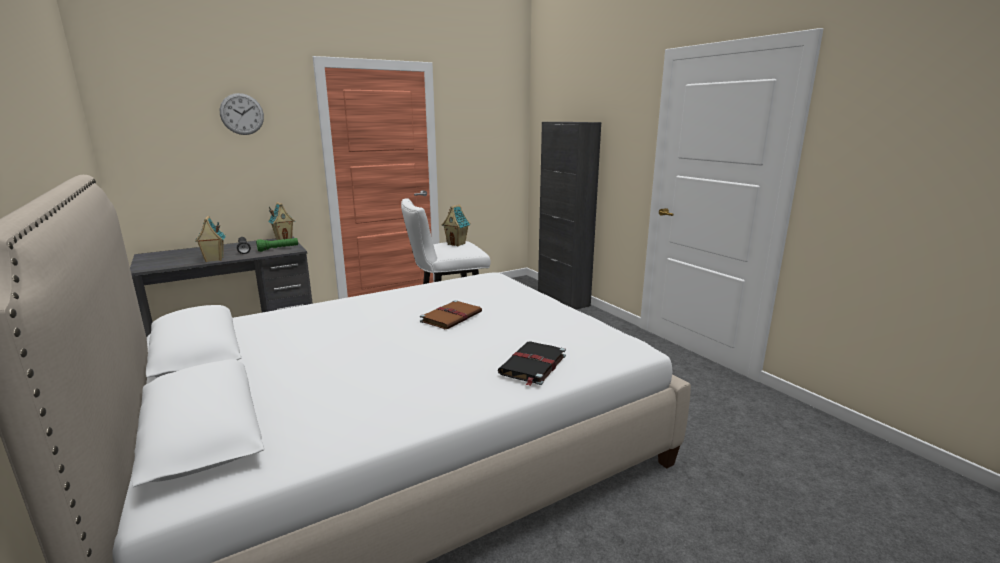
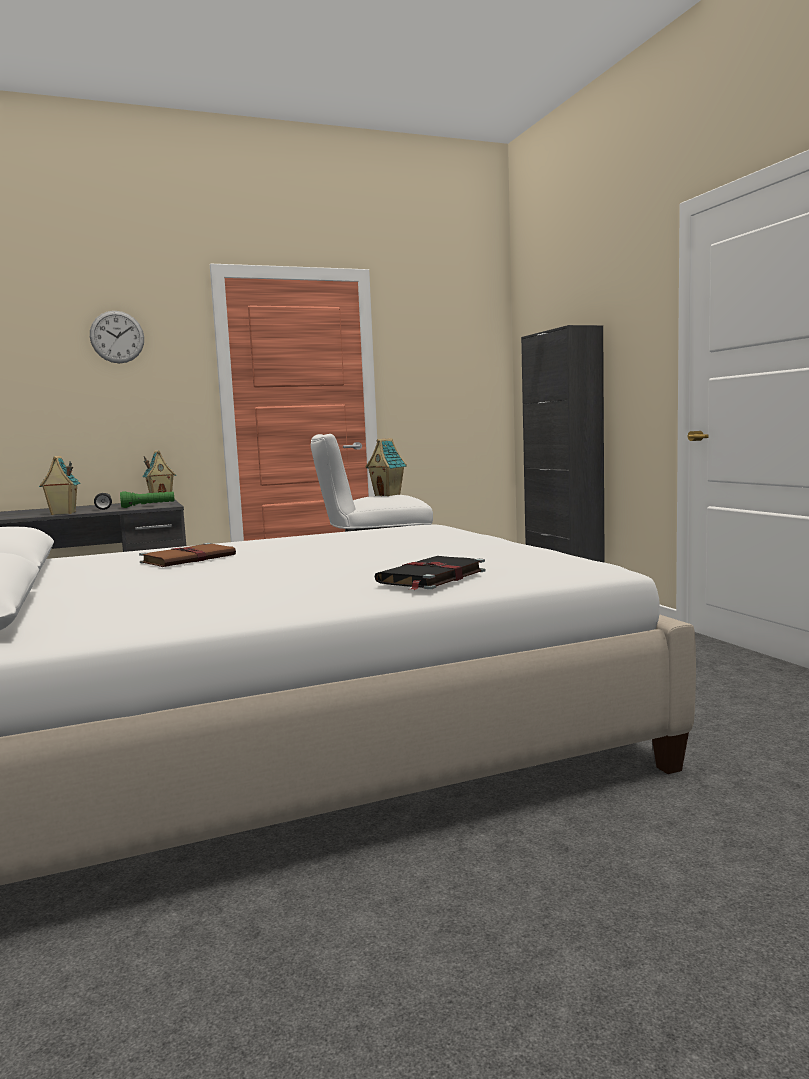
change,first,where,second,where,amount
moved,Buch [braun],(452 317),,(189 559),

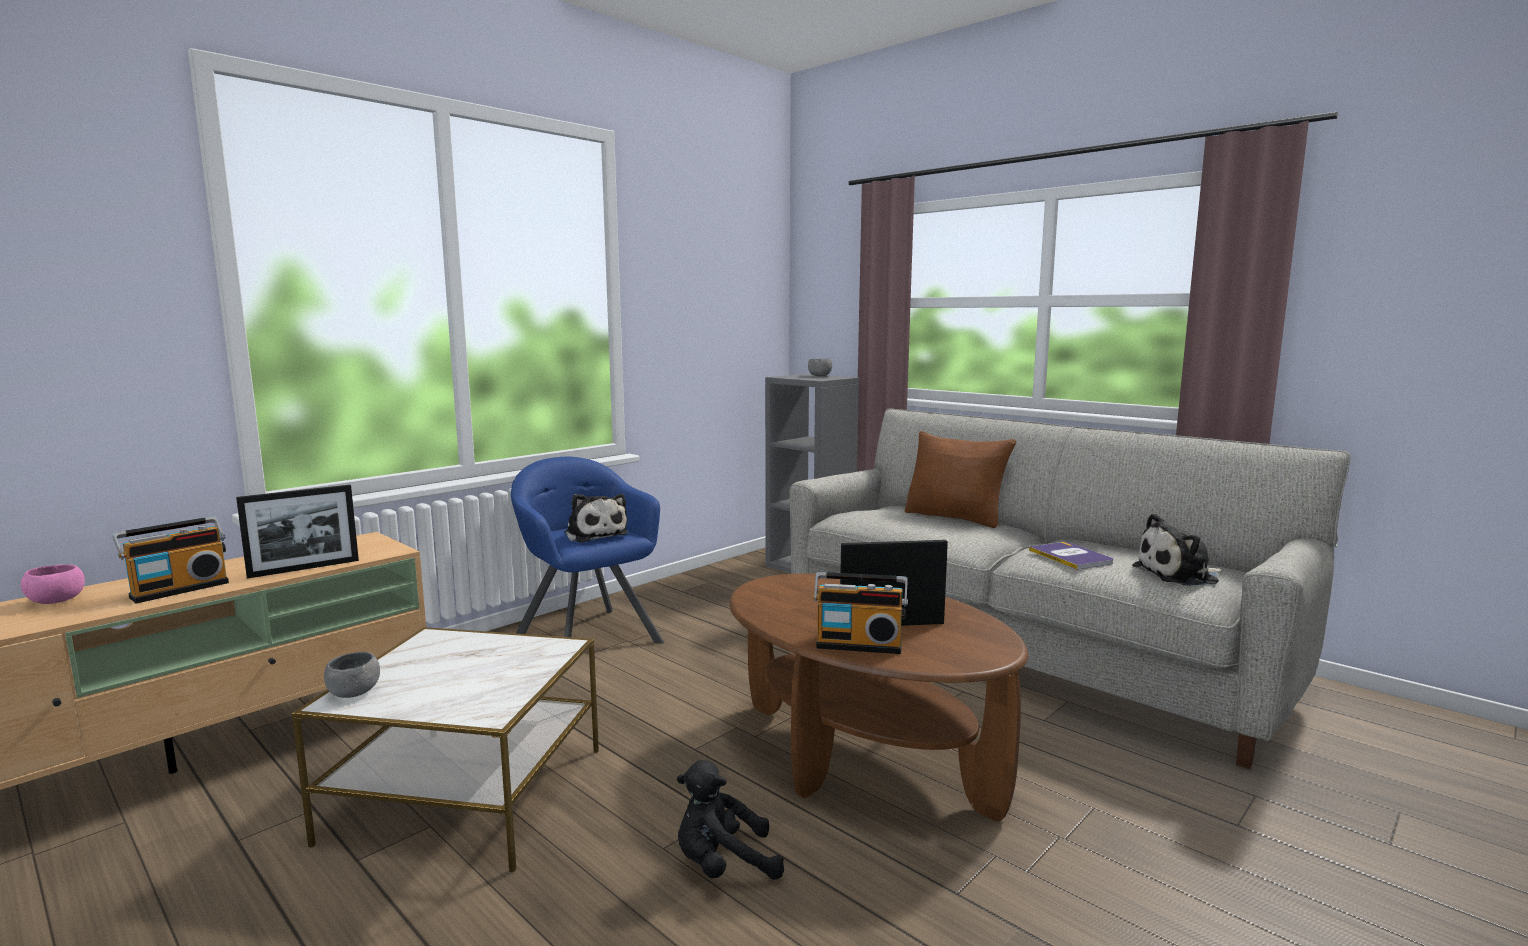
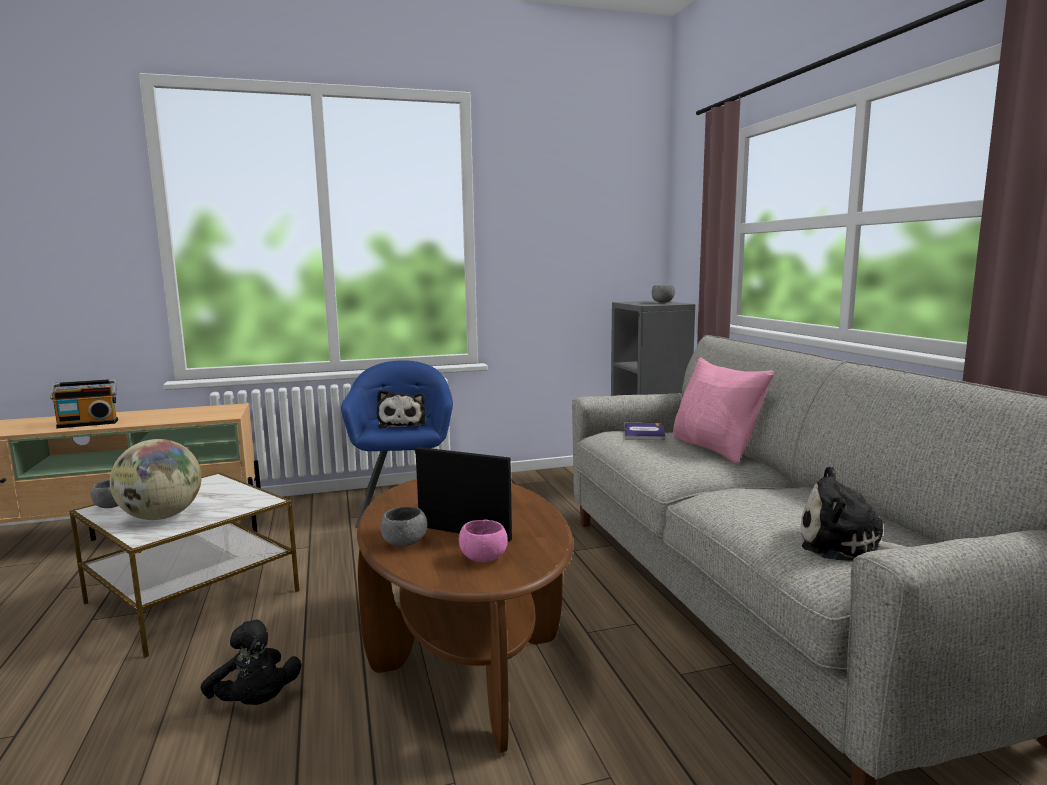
change,first,where,second,where,amount
moved,Schüssel [rosa],(57 601),,(483 558),
removed,Bilderrahmen,(304 568),,,
turned,Plüschtier [schwarz],(723 865),,(255 703),150 degrees counterclockwise
replaced,Radio,(859 644),Schüssel [grau],(404 543),
recoloured,Kissen [braun],(955 518),Kissen [rosa],(715 449),
moved,Buch,(1071 557),,(644 432),
added,,,Globus,(161 517),

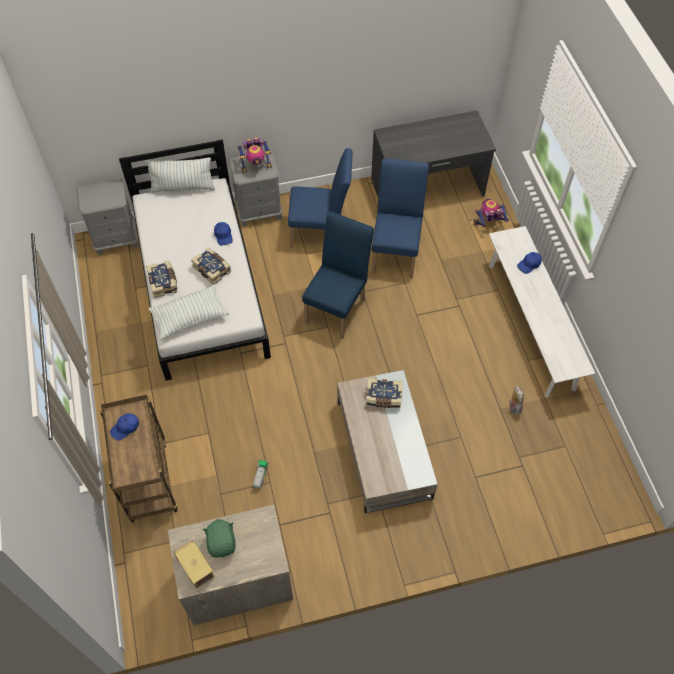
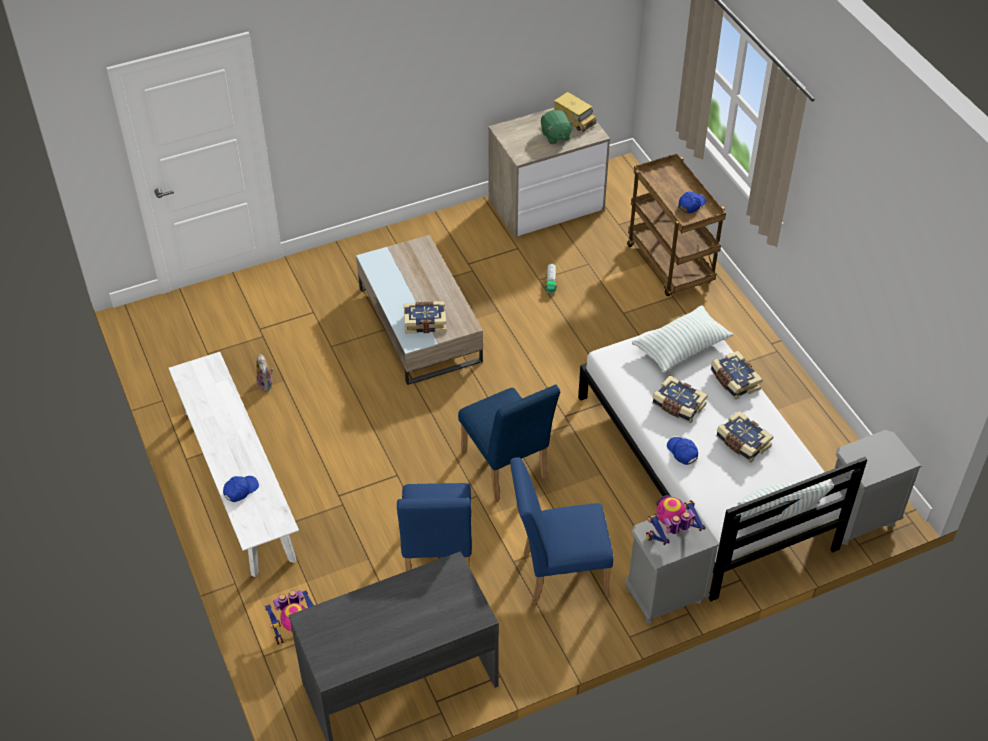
change,first,where,second,where,amount
turned,Stuhl [blau],(338 307),,(506 470),45 degrees counterclockwise
added,,,Buch,(742 443),

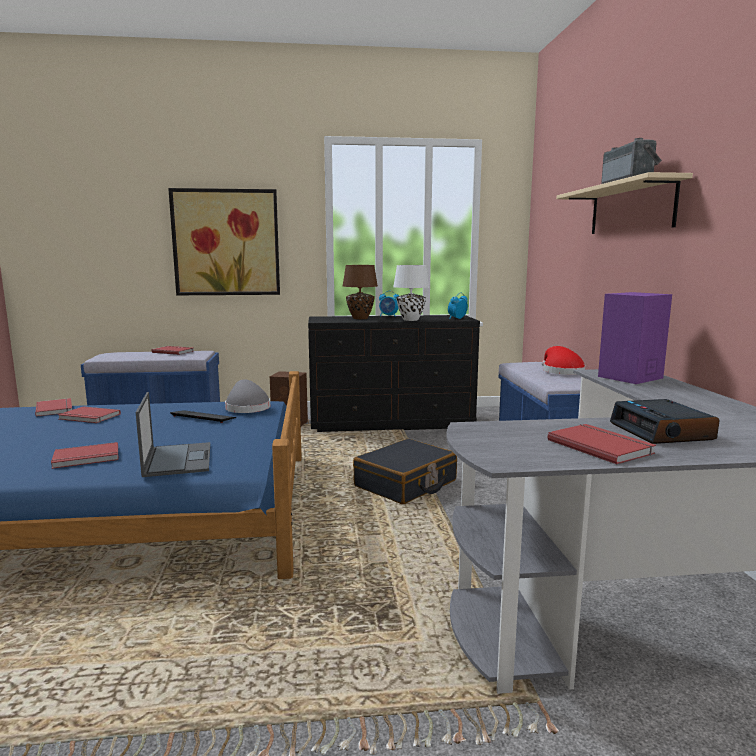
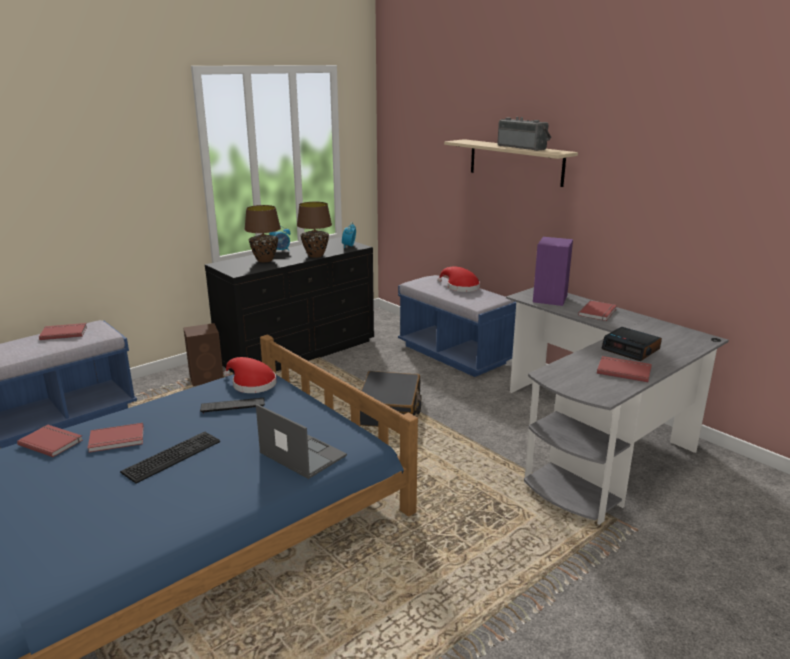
change,first,where,second,where,amount
moved,Buch [rot],(87 458),,(599 312),
removed,Bild,(226 243),,,
recoloured,Hut [grau],(247 408),Hut [rot],(251 384),
recoloured,Tischlampe [weiß],(411 320),Tischlampe [braun],(316 255),
added,,,Tastatur,(170 456),

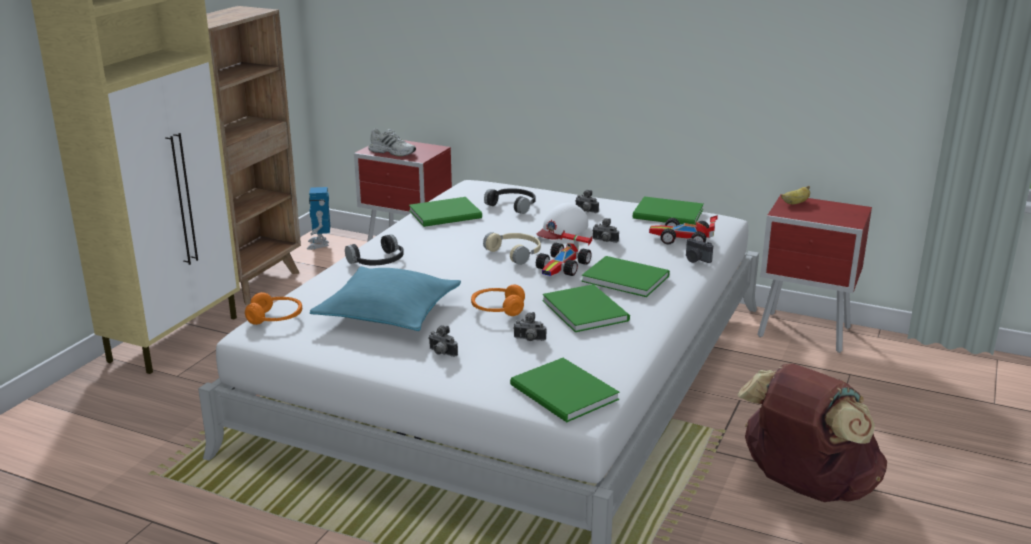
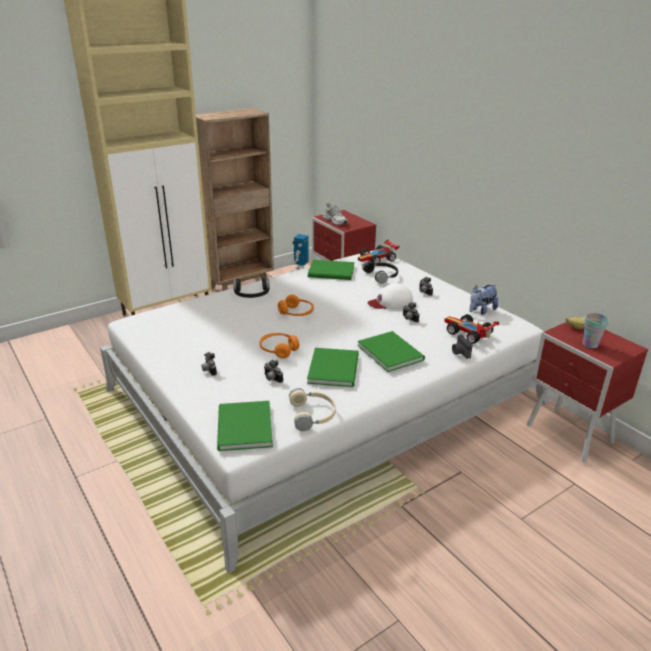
change,first,where,second,where,amount
moved,Kopfhörer [orange],(275 318),,(296 313),
removed,Kissen [türkis],(388 313),,,
moved,Kopfhörer [beige],(516 253),,(313 415),
moved,Spielzeugauto,(564 266),,(377 259),
replaced,Buch [grün],(669 215),Plüschtier,(481 311),
removed,Rucksack [braun],(805 487),,,
added,,,Tasse,(590 344),

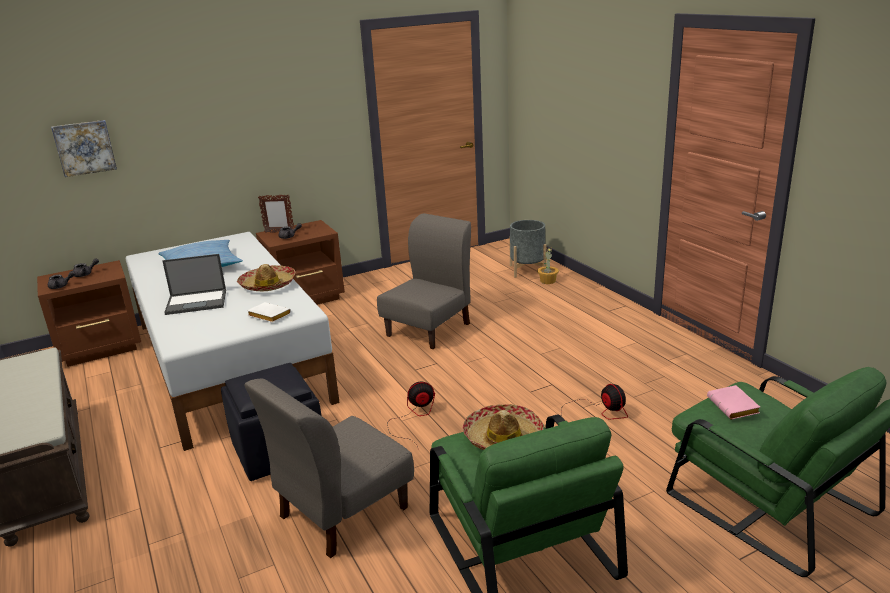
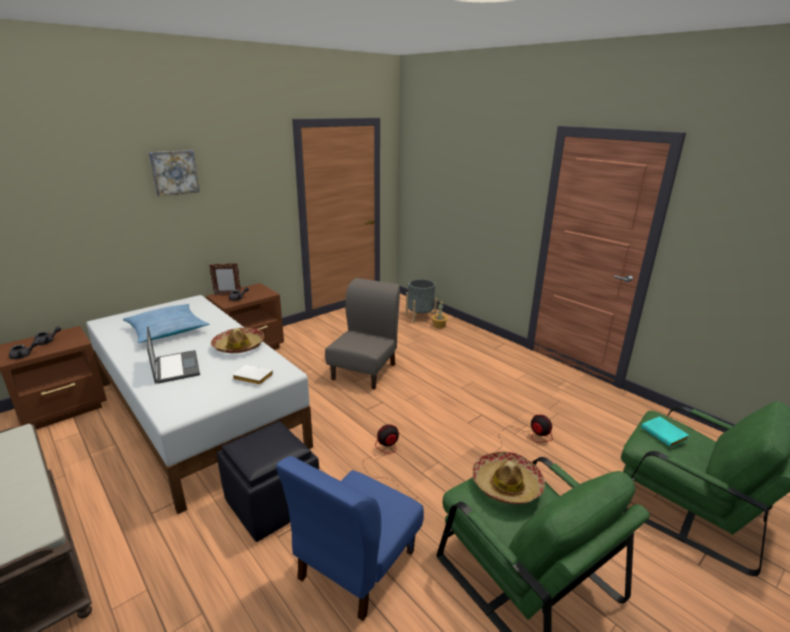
change,first,where,second,where,amount
moved,Bild,(84 147),,(174 172),
turned,Laptop,(197 302),,(176 367),90 degrees counterclockwise
recoloured,Stuhl [grau],(342 512),Stuhl [blau],(356 564),
recoloured,Buch [rosa],(734 407),Buch [türkis],(665 435),

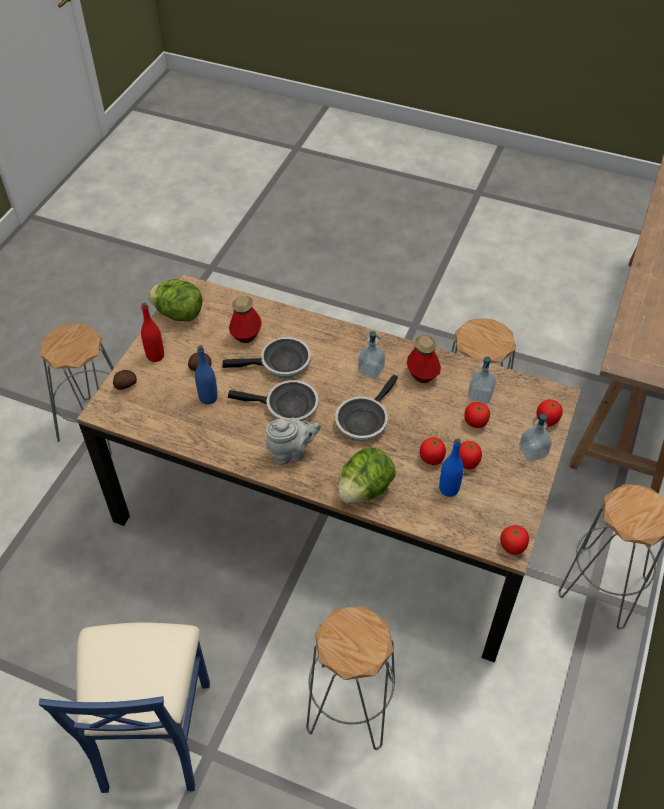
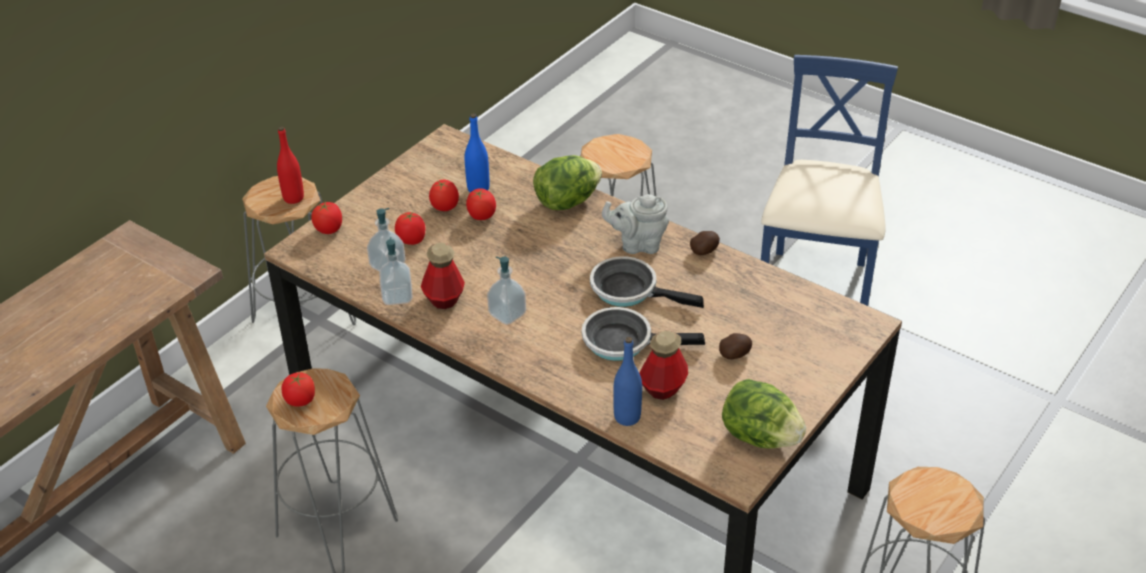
change,first,where,second,where,amount
moved,Kartoffel,(125 385),,(704 251),
moved,Flasche [rot],(155 356),,(293 198),
moved,Flasche [blau],(208 398),,(627 417),
removed,Pfanne,(363 420),,,
moved,Tomate,(512 546),,(300 401),
moved,Seifenspender,(533 452),,(397 296),

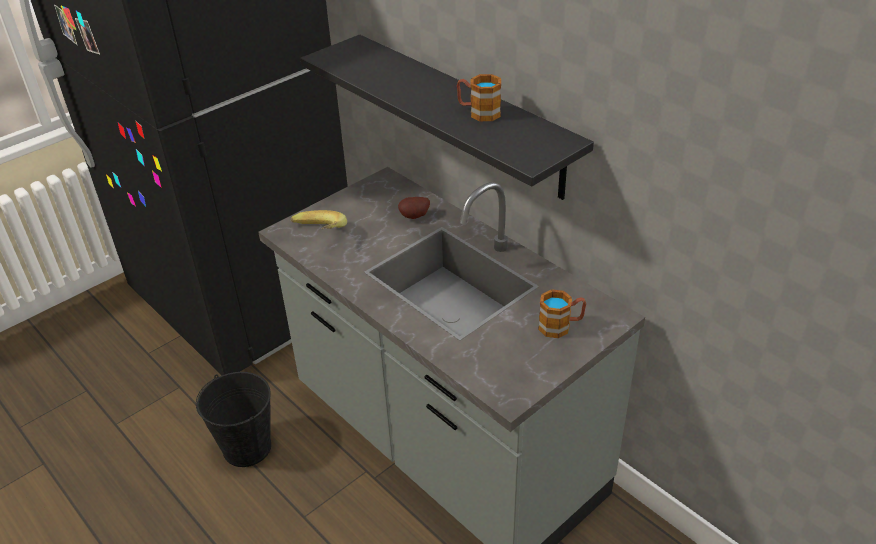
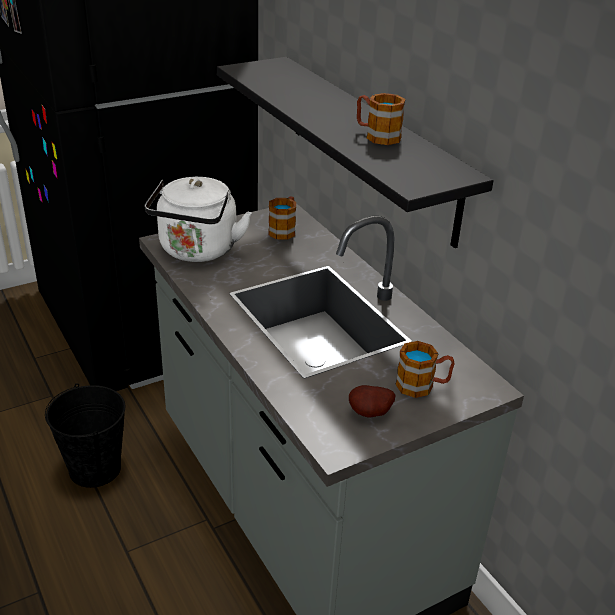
change,first,where,second,where,amount
replaced,Banane,(318 235),Wasserkessel [weiß],(197 251),
moved,Kartoffel,(415 217),,(371 414),
added,,,Henkelbecher,(284 229),

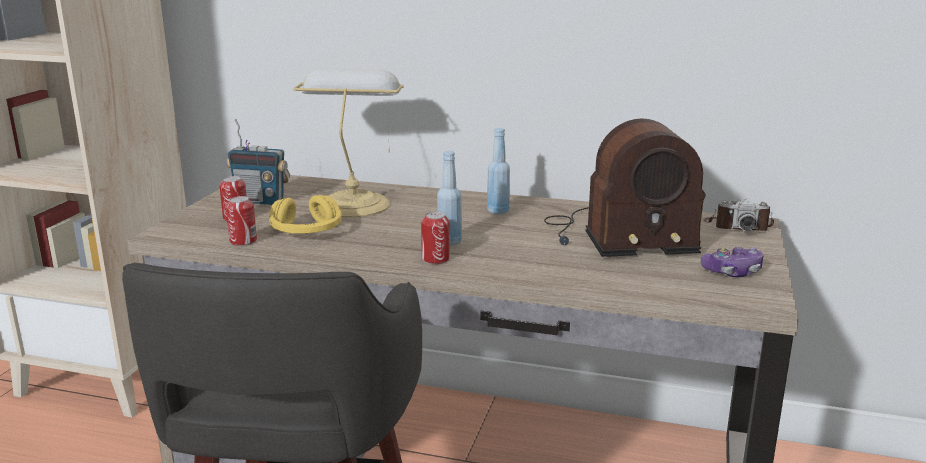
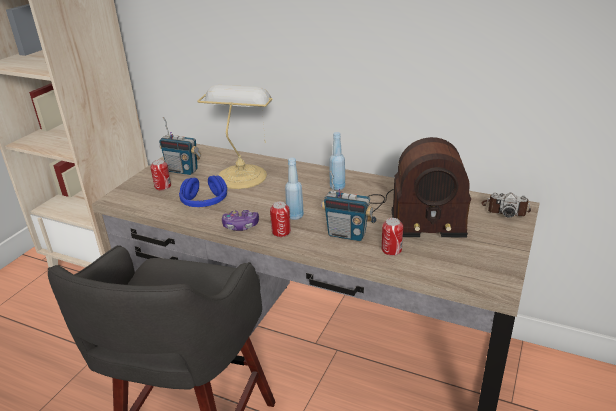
change,first,where,second,where,amount
moved,Dose,(243 241),,(391 250),
recoloured,Kopfhörer [gelb],(307 232),Kopfhörer [blau],(204 201),
moved,Gamepad,(732 272),,(240 226),
added,,,Radio,(347 234),

